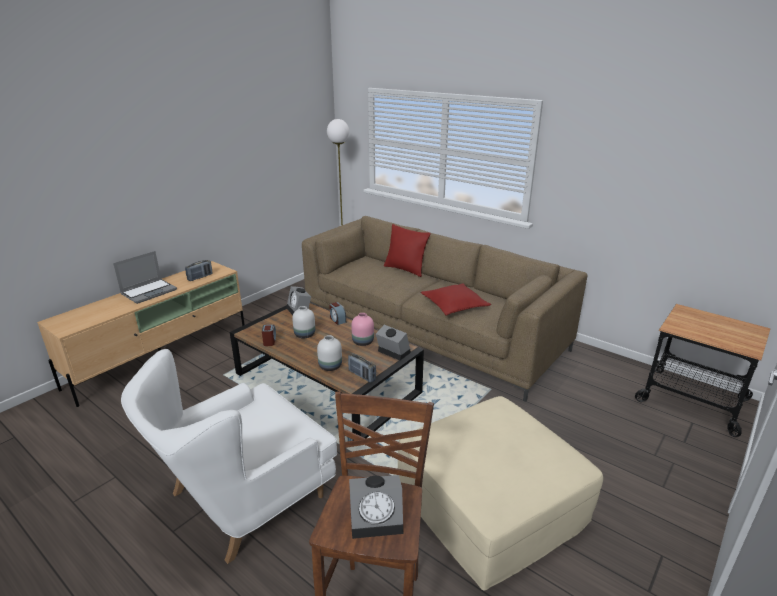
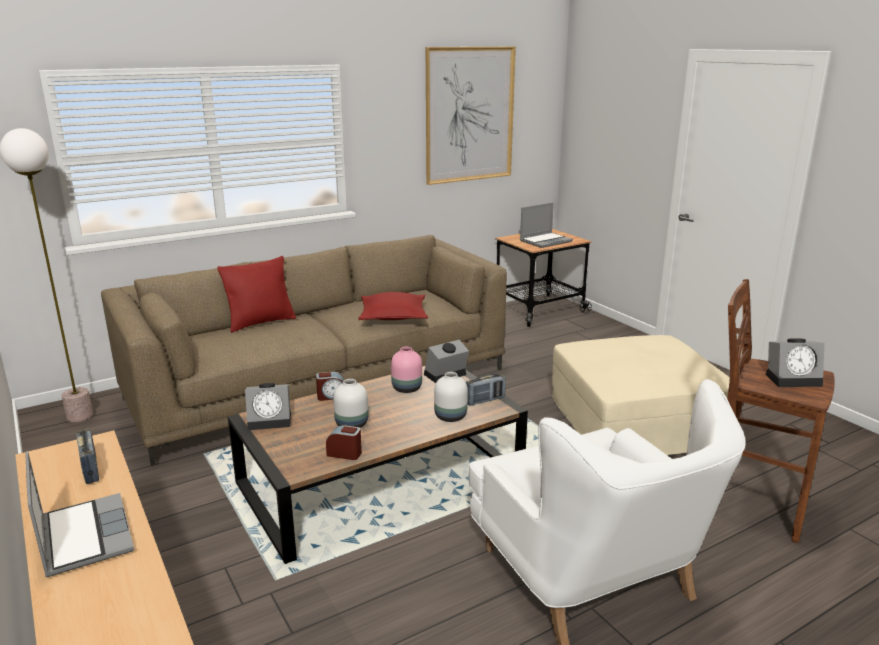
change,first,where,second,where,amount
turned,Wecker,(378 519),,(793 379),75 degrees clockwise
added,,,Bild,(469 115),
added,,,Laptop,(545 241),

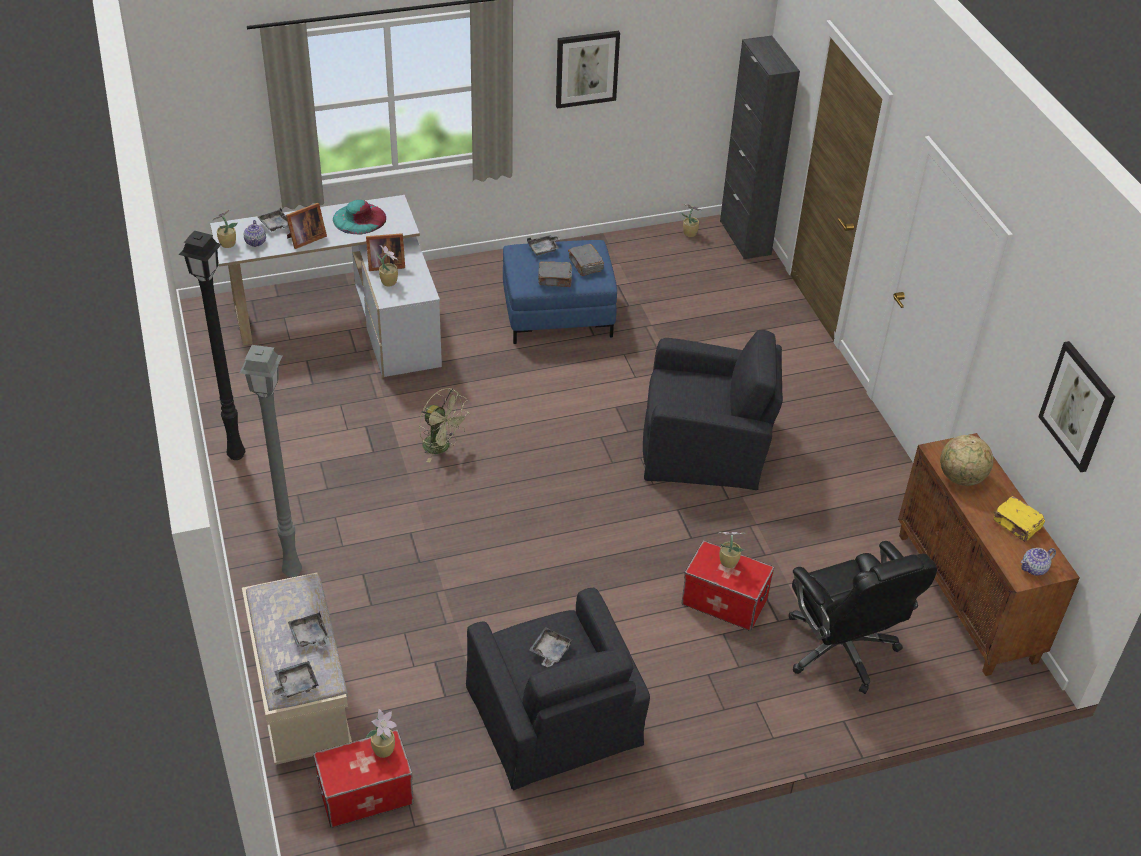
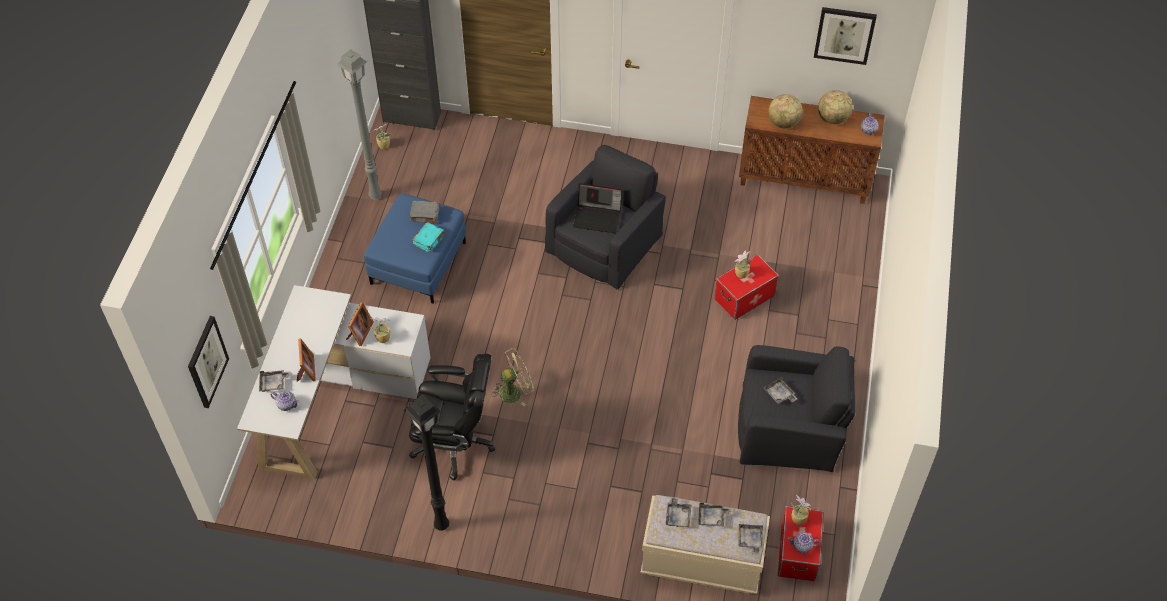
change,first,where,second,where,amount
removed,Topfpflanze,(227 244),,,
moved,Stehlampe [grau],(293 572),,(376 195),
removed,Hut [türkis],(359 218),,,
moved,Tablett [grau],(544 249),,(678 516),
recoloured,Buch [grau],(555 280),Buch [türkis],(429 240),
moved,Bild,(586 68),,(207 362),
moved,Bürostuhl [schwarz],(842 649),,(455 442),
replaced,Buch [gelb],(1017 525),Globus,(833 119),
added,,,Laptop,(598 217),
added,,,Teekanne,(802 546),

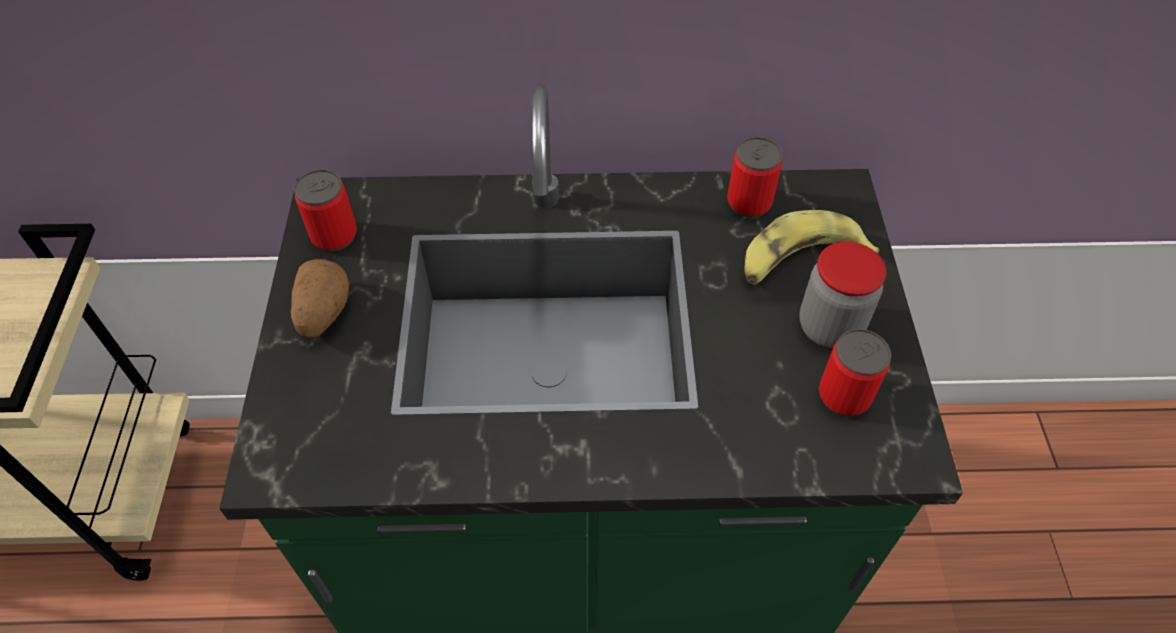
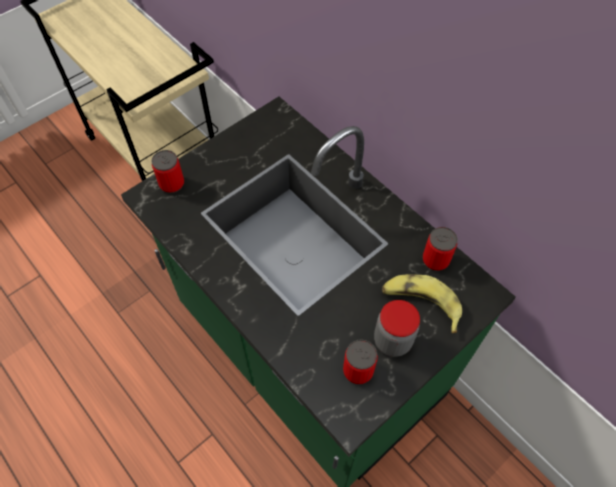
change,first,where,second,where,amount
removed,Kartoffel,(323 313),,,
moved,Dose,(334 235),,(172 184),

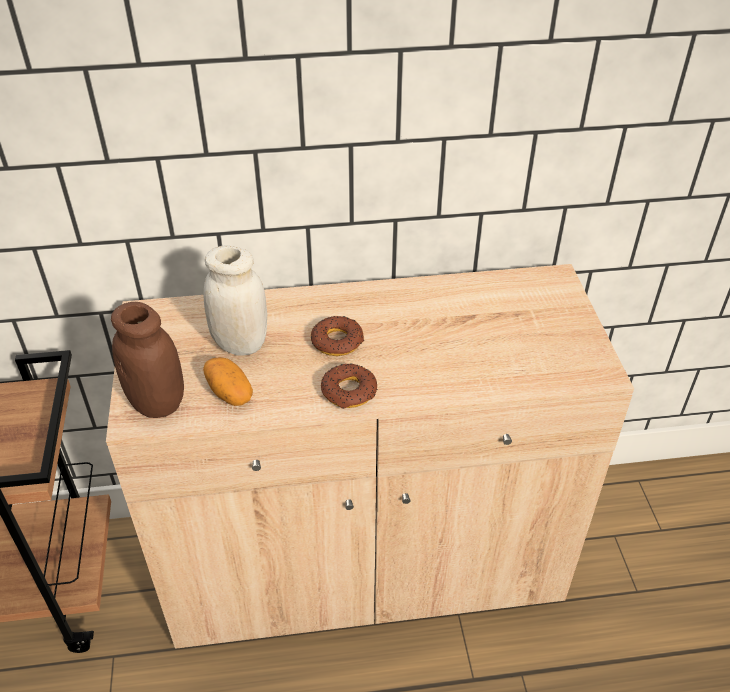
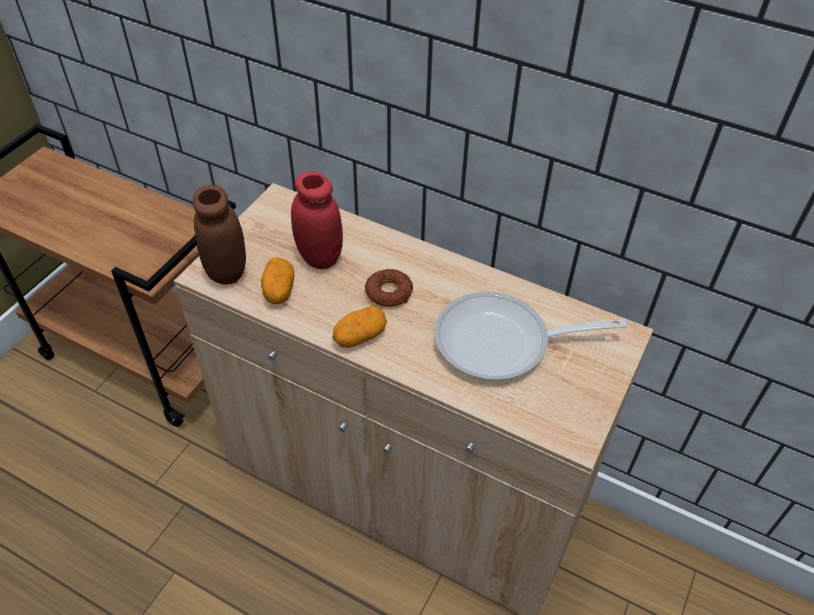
change,first,where,second,where,amount
recoloured,Vorratsglas [weiß],(240 344),Vorratsglas [rot],(319 257),
replaced,Donut,(349 391),Kartoffel,(359 336),
added,,,Pfanne,(502 343),

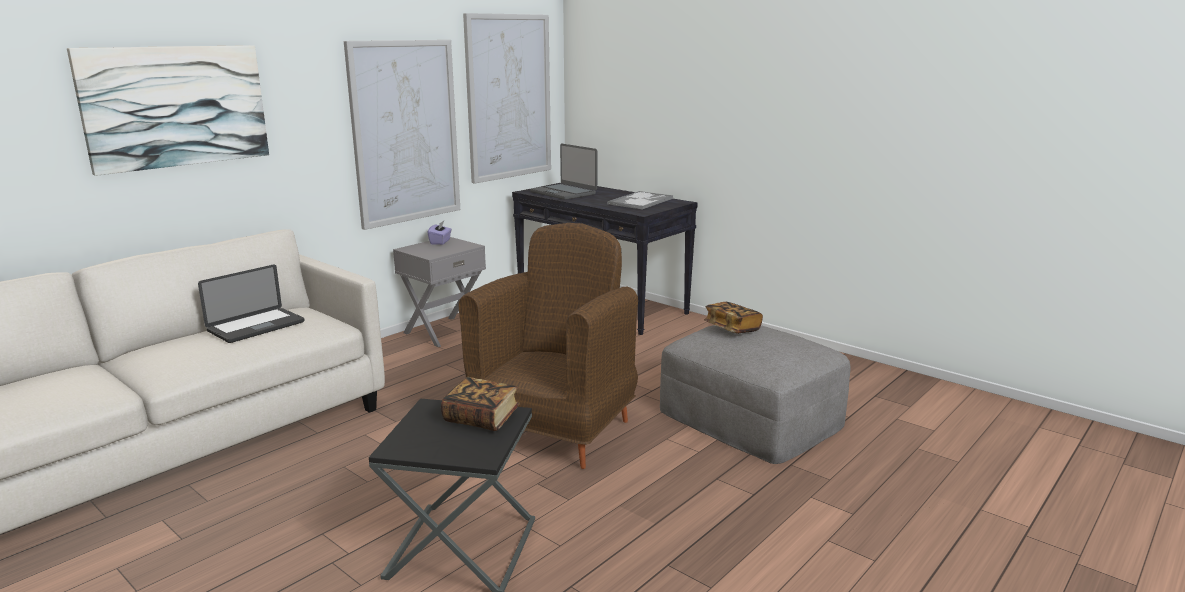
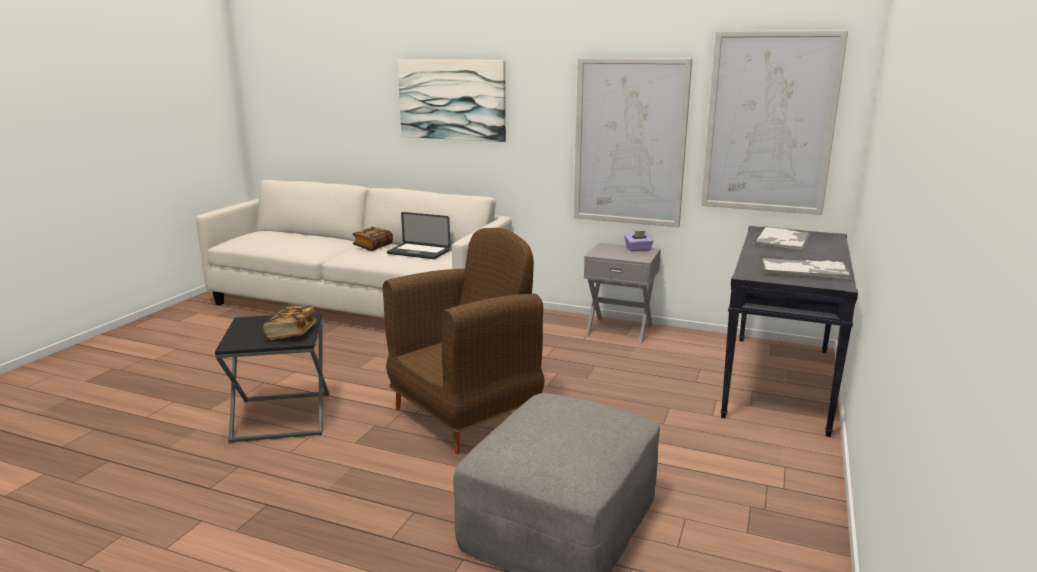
change,first,where,second,where,amount
turned,Sessel [braun],(554 430),,(466 414),45 degrees counterclockwise
replaced,Laptop,(564 193),Tablett,(782 240),
moved,Buch,(732 328),,(373 246),

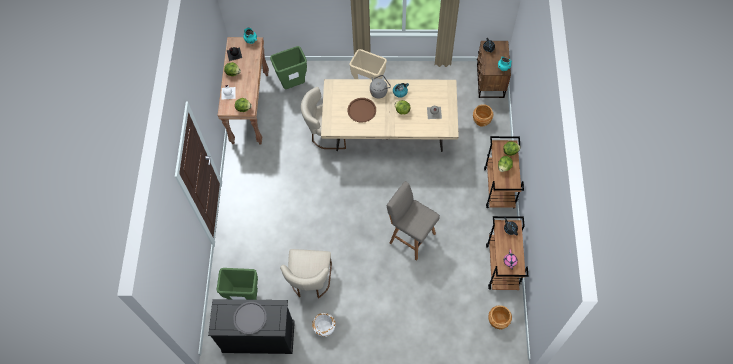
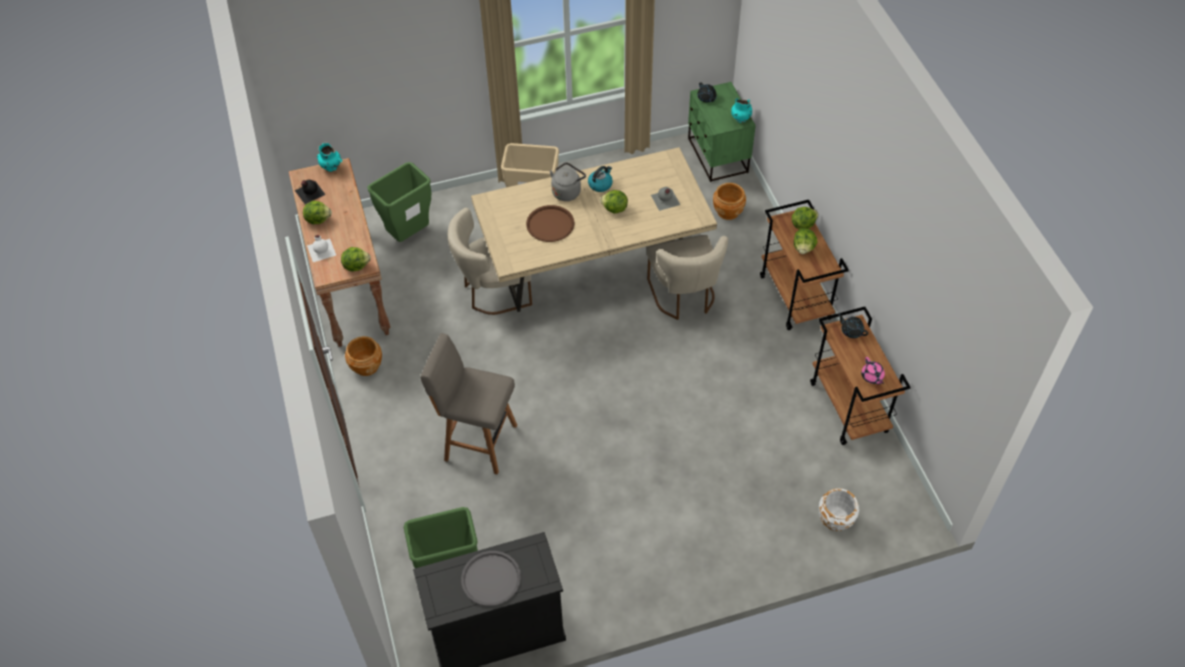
change,first,where,second,where,amount
moved,Stuhl [beige],(310 282),,(684 297),
moved,Pflanzkübel [weiß],(324 328),,(835 519),
moved,Hocker [grau],(411 237),,(478 441),
recoloured,Nachttisch [braun],(489 81),Nachttisch [grün],(717 156),
moved,Pflanzkübel [braun],(498 320),,(366 366),

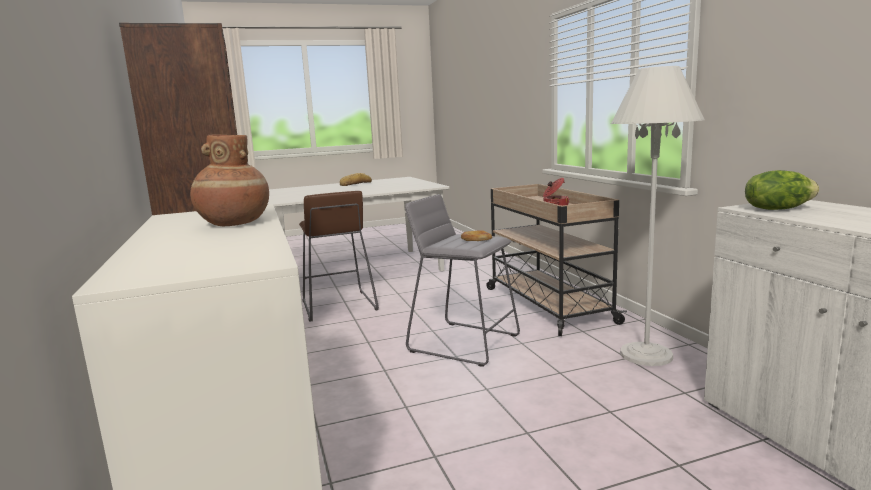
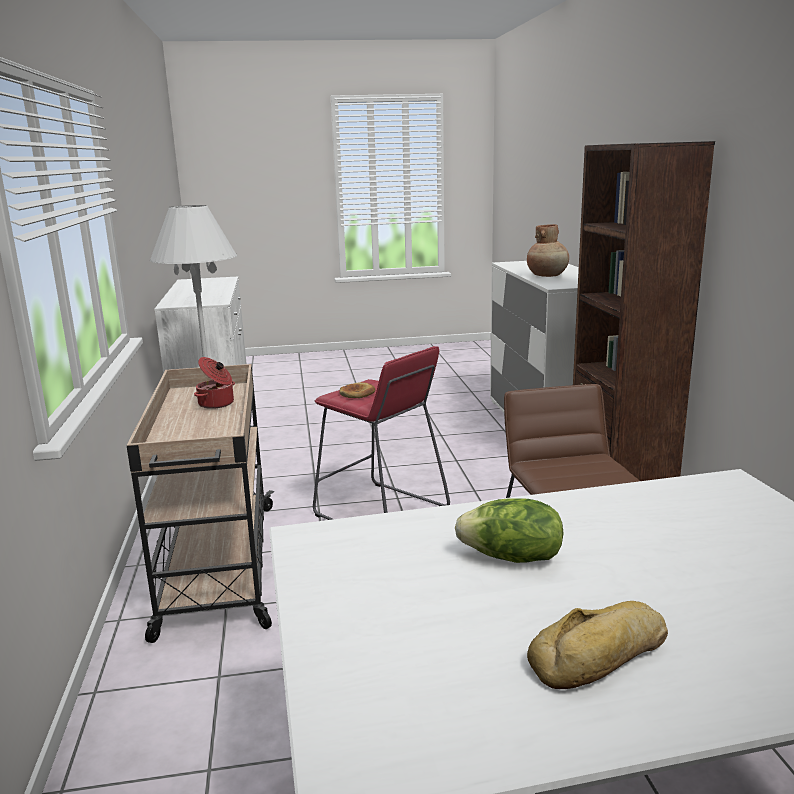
change,first,where,second,where,amount
recoloured,Hocker [grau],(464 343),Hocker [rot],(381 512),
moved,Salatkopf,(777 209),,(512 558),

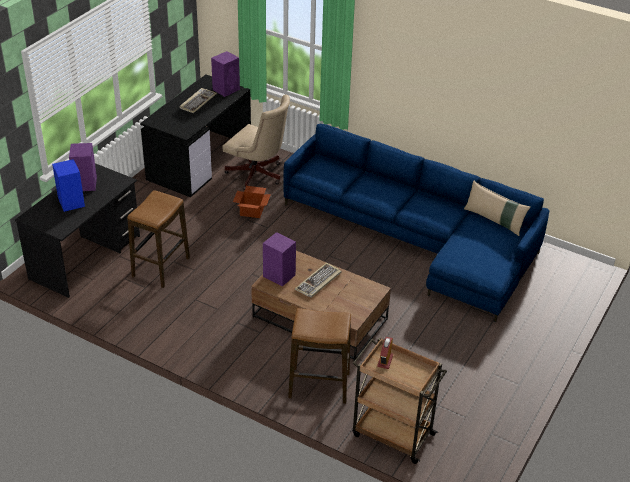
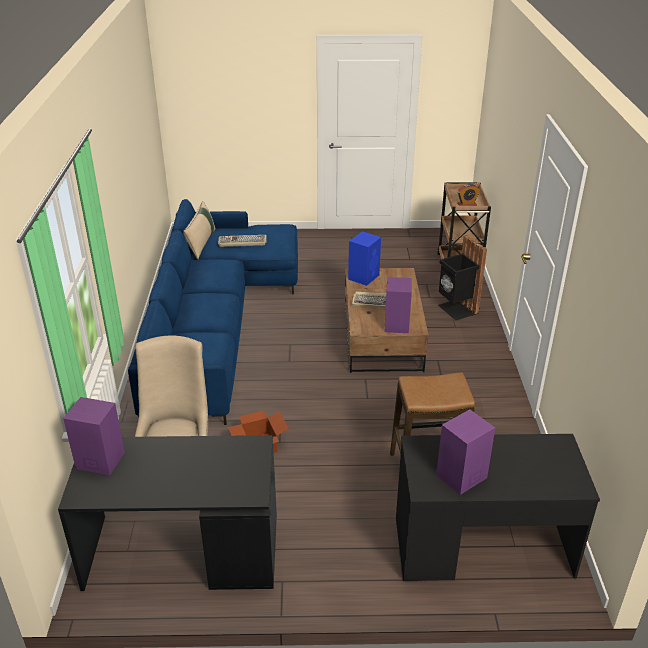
change,first,where,second,where,amount
moved,Lautsprecher [blau],(71 203),,(364 277),
moved,Tastatur,(198 102),,(242 242),
replaced,Hocker,(319 386),Mülleimer [schwarz],(456 309),

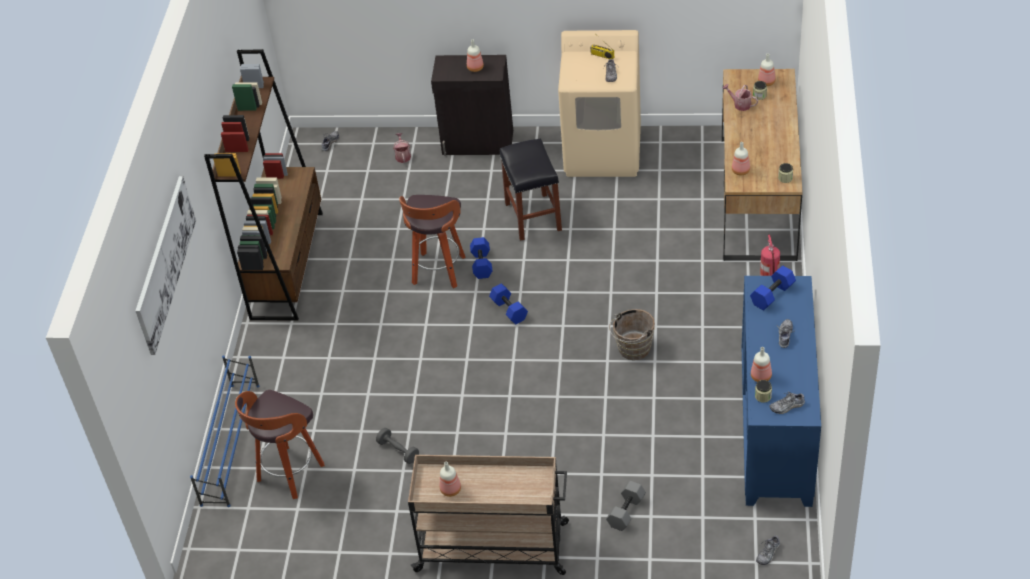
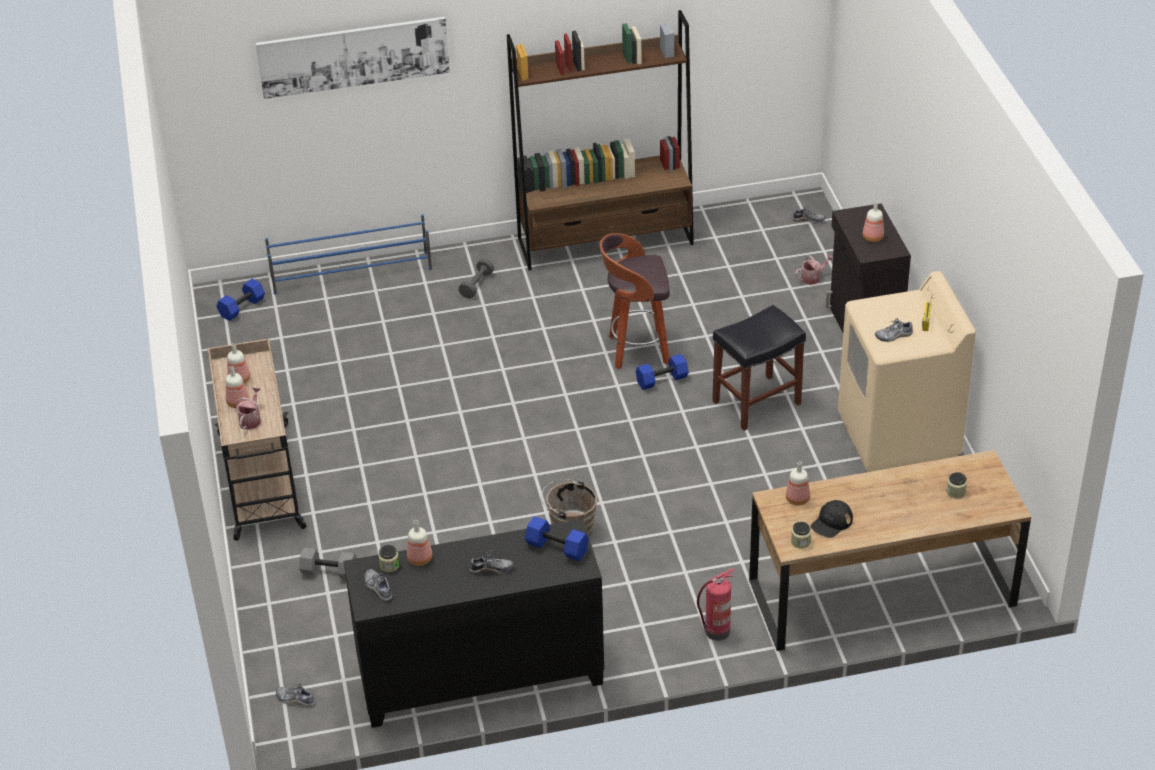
change,first,where,second,where,amount
removed,Hocker,(289 474),,,
moved,Hantel [grau],(398 451),,(476 285),
moved,Hantel [blau],(508 310),,(242 307),
moved,Gießkanne,(740 104),,(251 419),
recoloured,Schrank [blau],(776 430),Schrank [schwarz],(480 677),
moved,Flasche,(766 82),,(238 402),
added,,,Kappe [schwarz],(831 522),

